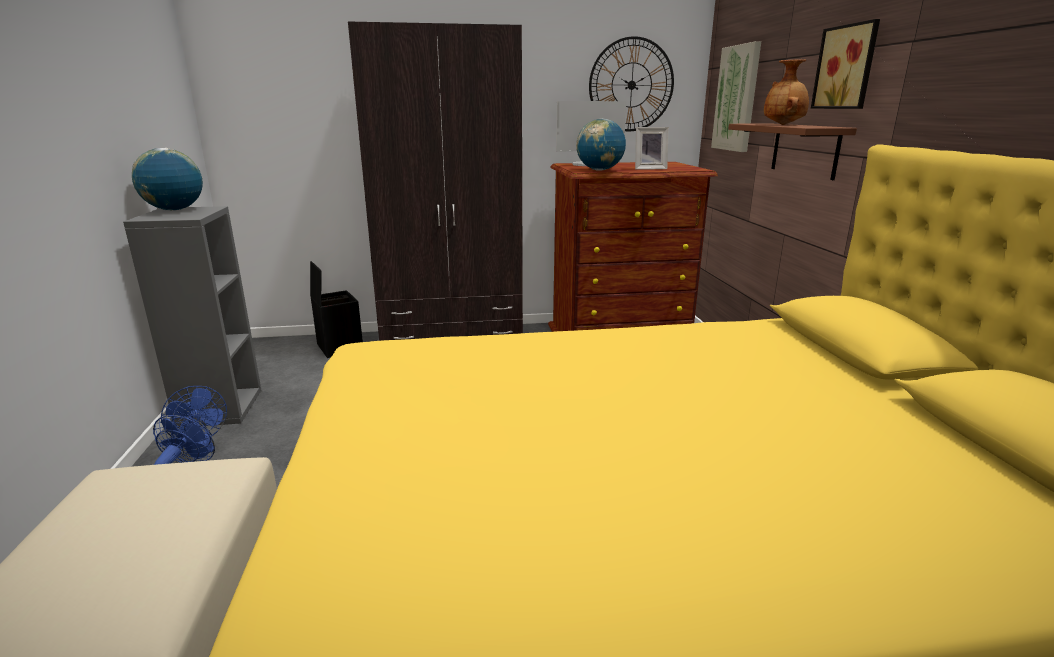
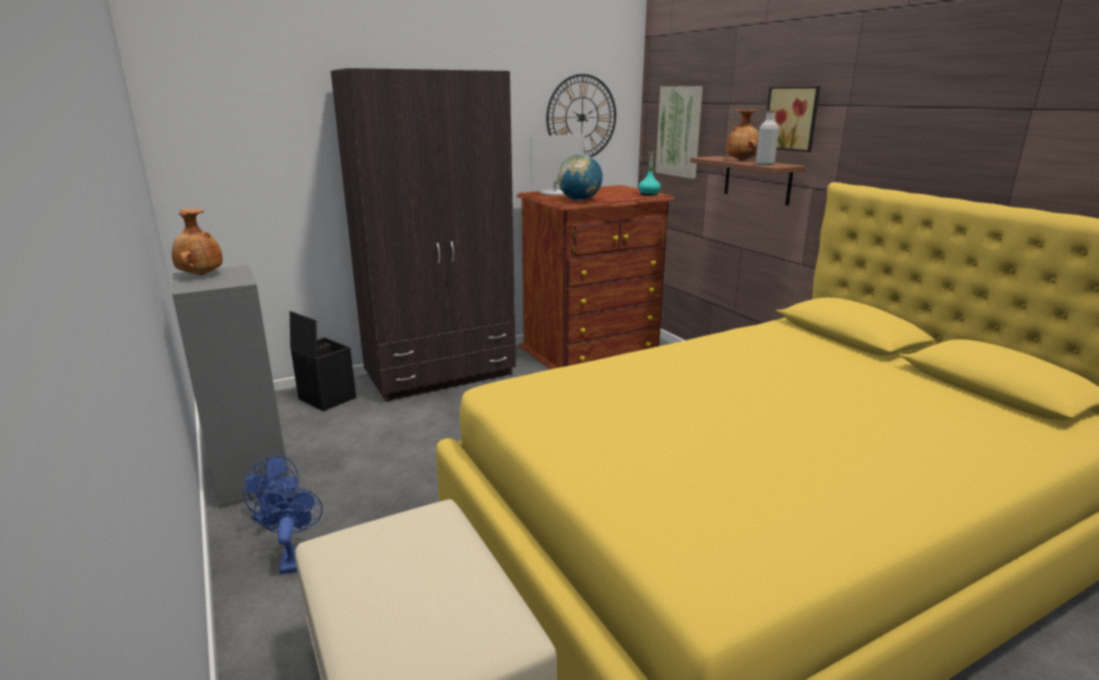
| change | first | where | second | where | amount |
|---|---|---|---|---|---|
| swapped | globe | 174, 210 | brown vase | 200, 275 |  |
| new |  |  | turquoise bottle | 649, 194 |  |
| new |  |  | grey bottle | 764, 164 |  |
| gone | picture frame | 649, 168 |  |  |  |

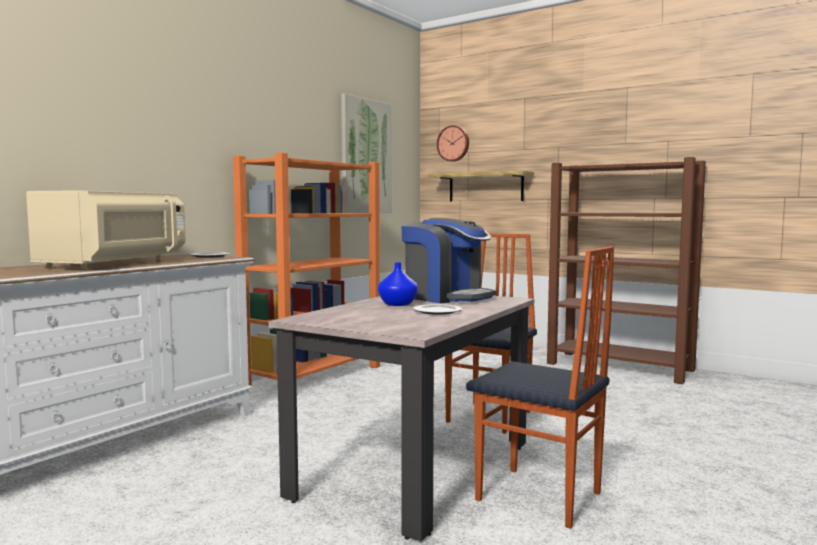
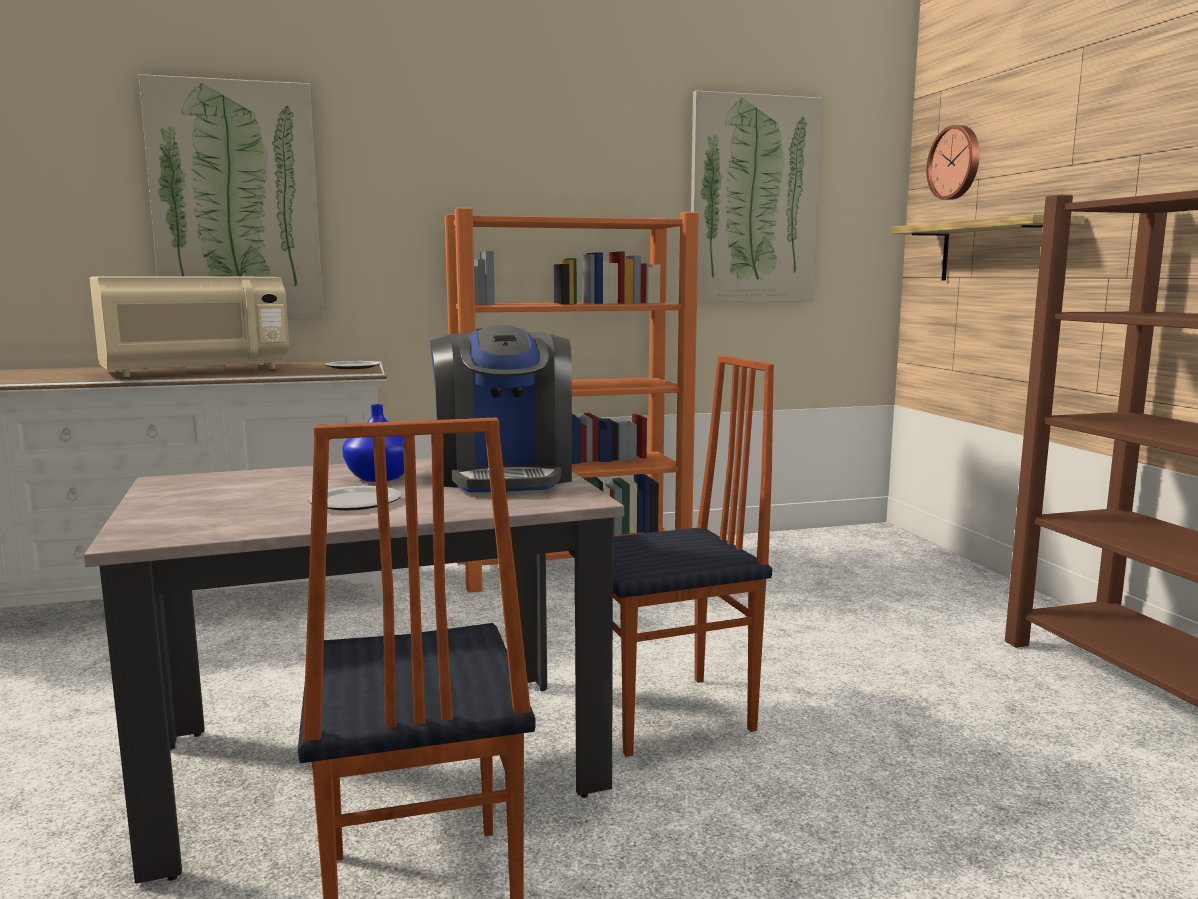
| change | first | where | second | where | amount |
|---|---|---|---|---|---|
| new |  |  | picture | 236, 203 |  |

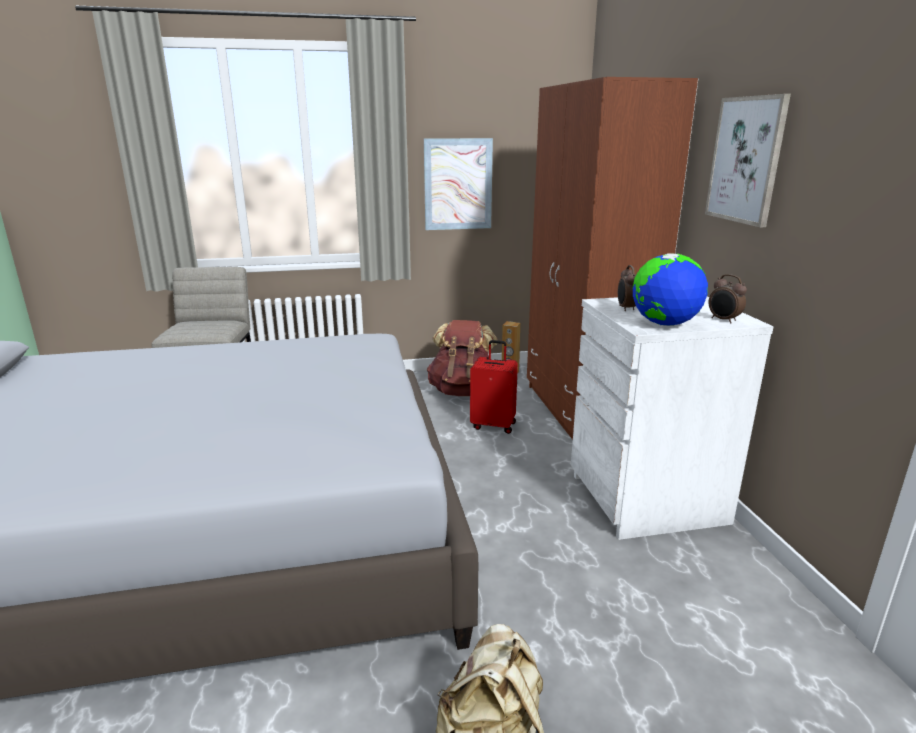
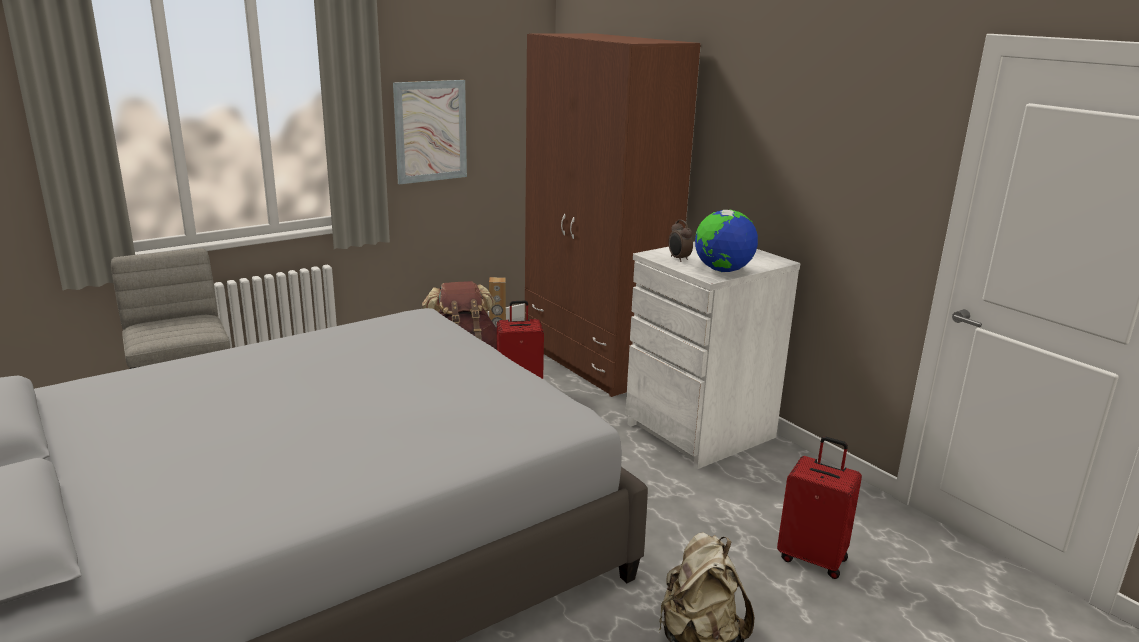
| change | first | where | second | where | amount |
|---|---|---|---|---|---|
| new |  |  | red suitcase | 812, 558 |  |
| gone | picture | 746, 160 |  |  |  |
| gone | alarm clock | 723, 320 |  |  |  |

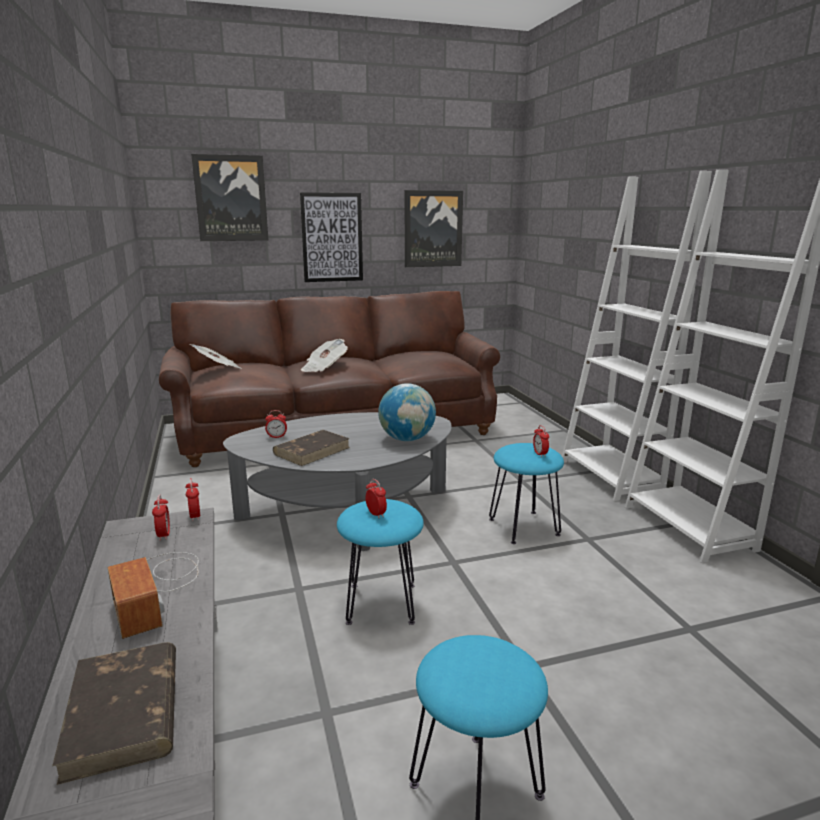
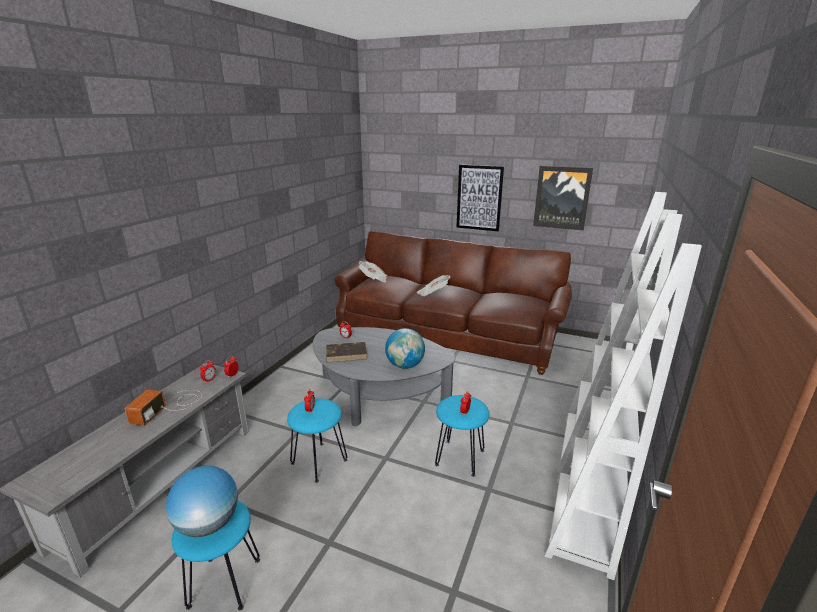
| change | first | where | second | where | amount |
|---|---|---|---|---|---|
| new |  |  | globe | 208, 524 |  |
| gone | brown book | 124, 713 |  |  |  |
| gone | picture | 231, 198 |  |  |  |

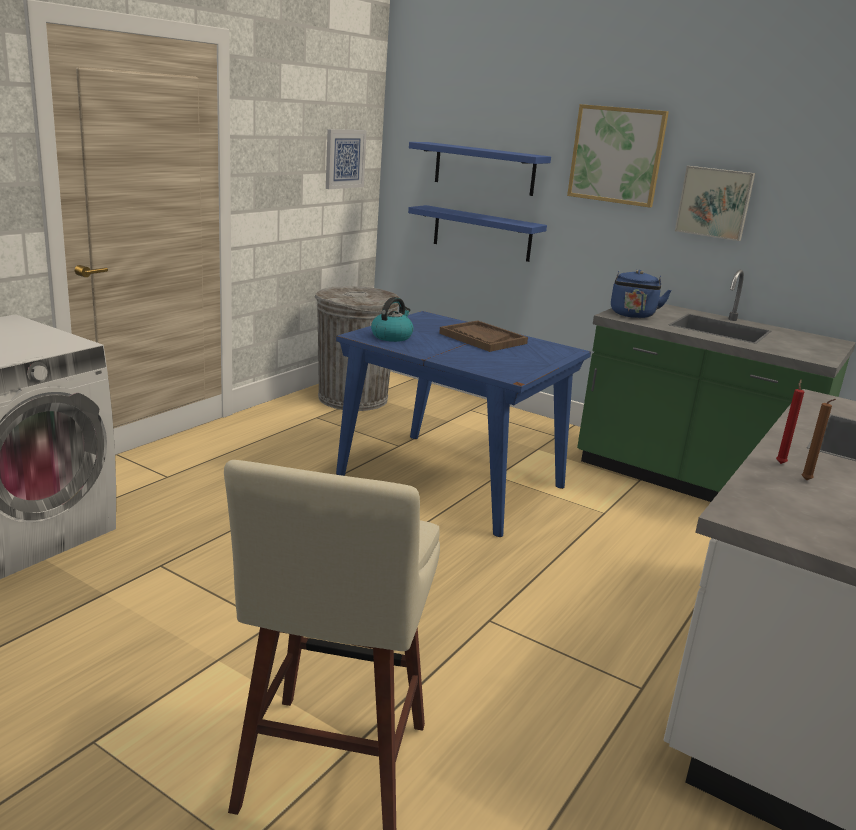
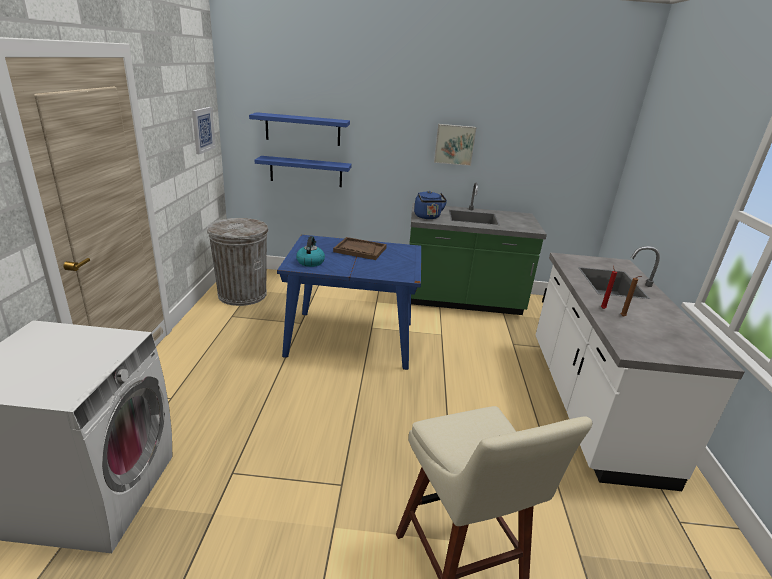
| change | first | where | second | where | amount |
|---|---|---|---|---|---|
| gone | picture | 617, 155 |  |  |  |

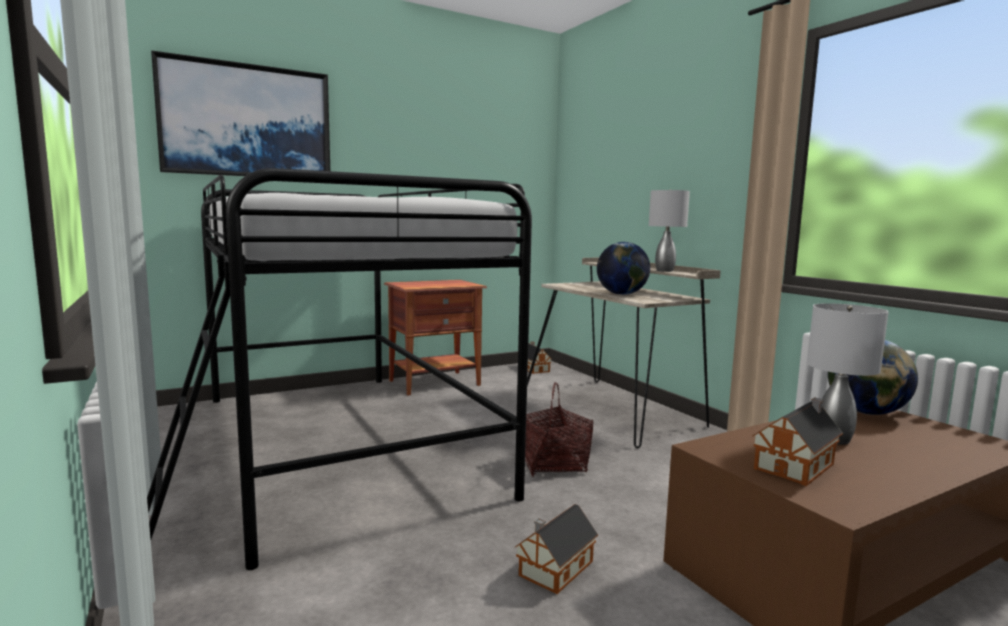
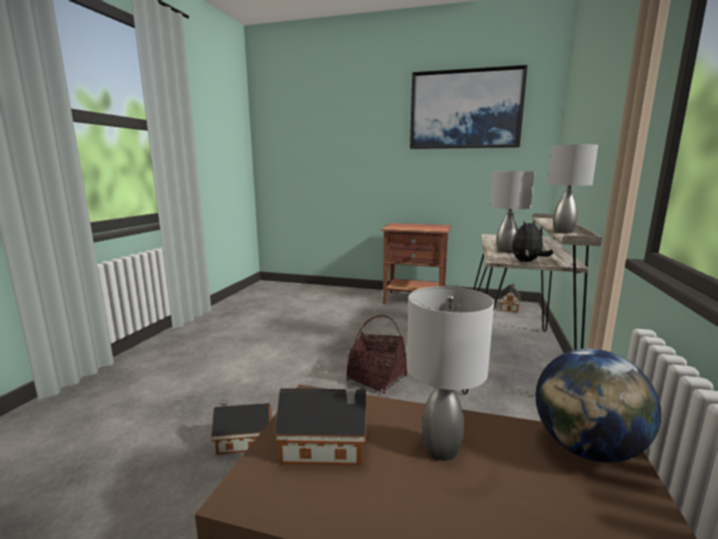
| change | first | where | second | where | amount |
|---|---|---|---|---|---|
| shifted | picture | 247, 121 |  | 465, 110 |  |
| swapped | globe | 621, 294 | grey table lamp | 506, 251 |  |
| new |  |  | plush toy | 527, 262 |  |
| gone | black bed | 335, 443 |  |  |  |

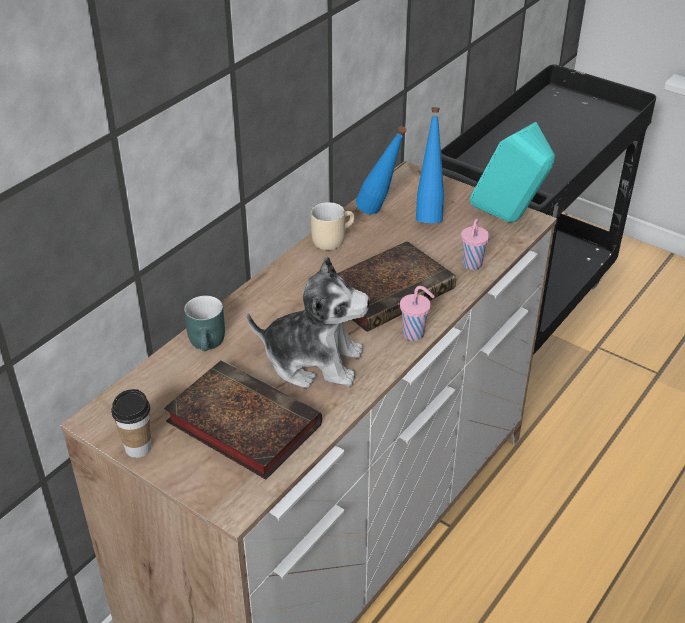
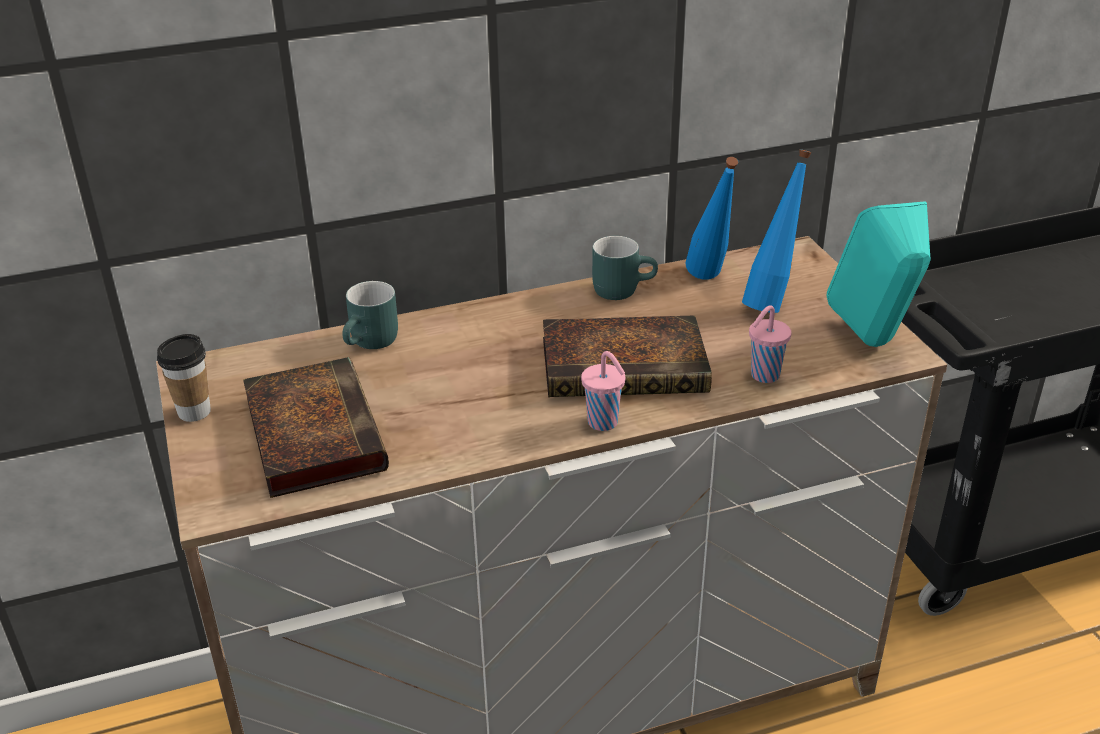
| change | first | where | second | where | amount |
|---|---|---|---|---|---|
| repainted | beige mug | 331, 239 | turquoise mug | 622, 288 |  |
| gone | plush toy | 313, 361 |  |  |  |

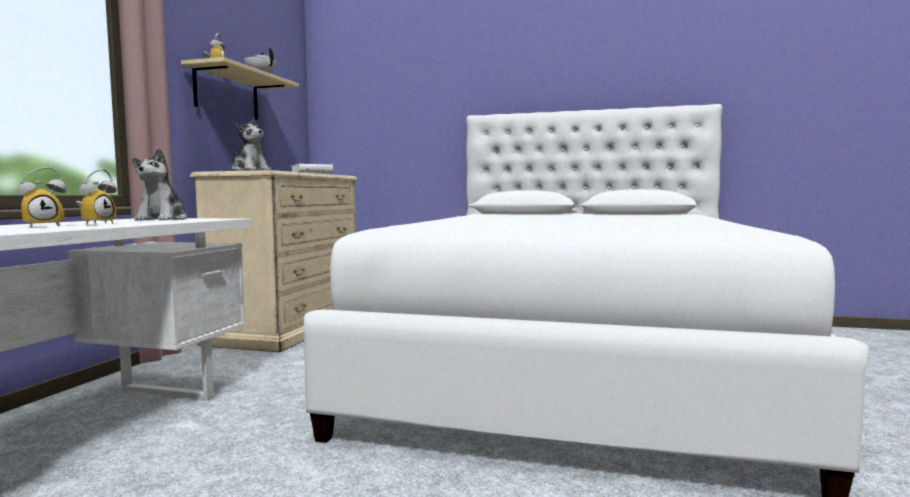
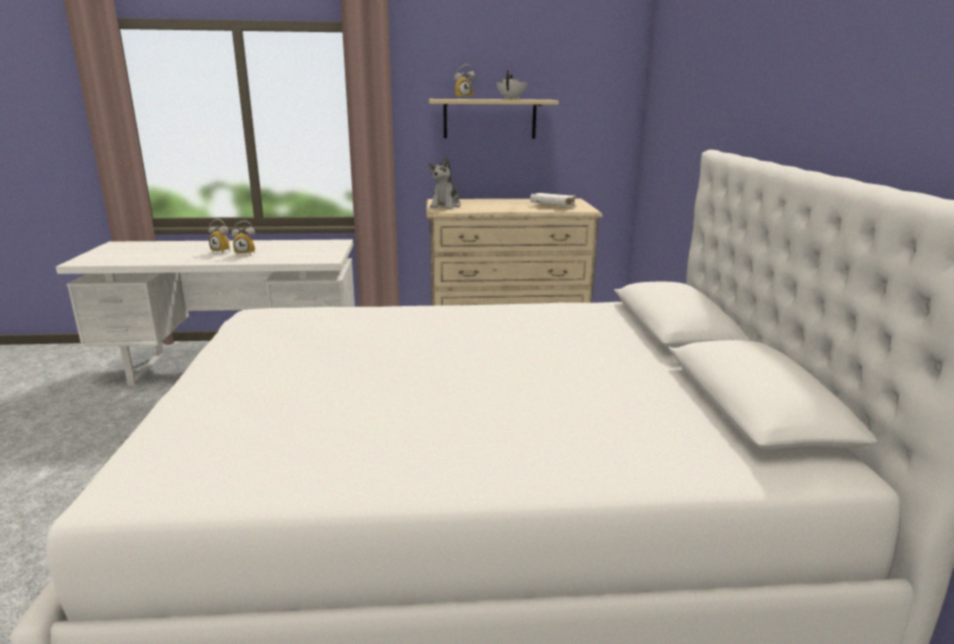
| change | first | where | second | where | amount |
|---|---|---|---|---|---|
| gone | plush toy | 162, 219 |  |  |  |

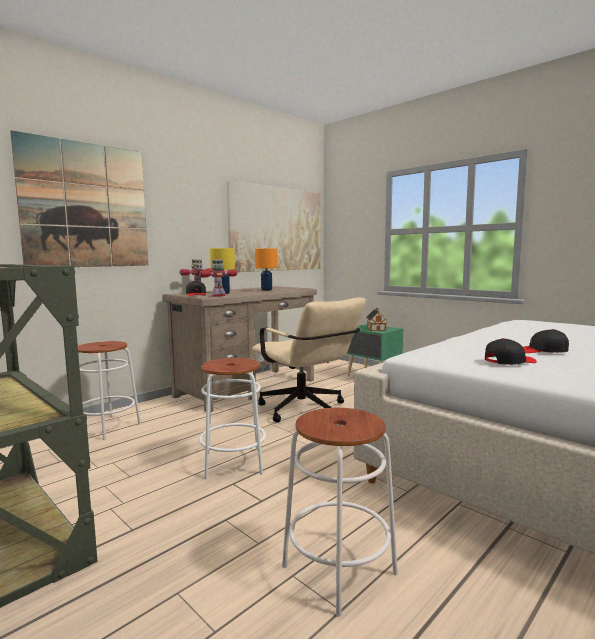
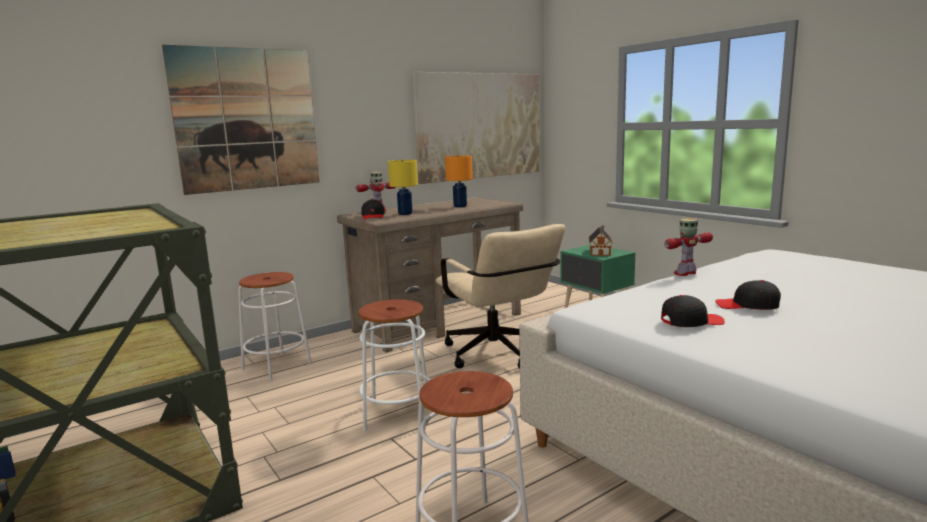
| change | first | where | second | where | amount |
|---|---|---|---|---|---|
| shifted | toy robot | 218, 296 |  | 685, 273 |  |

